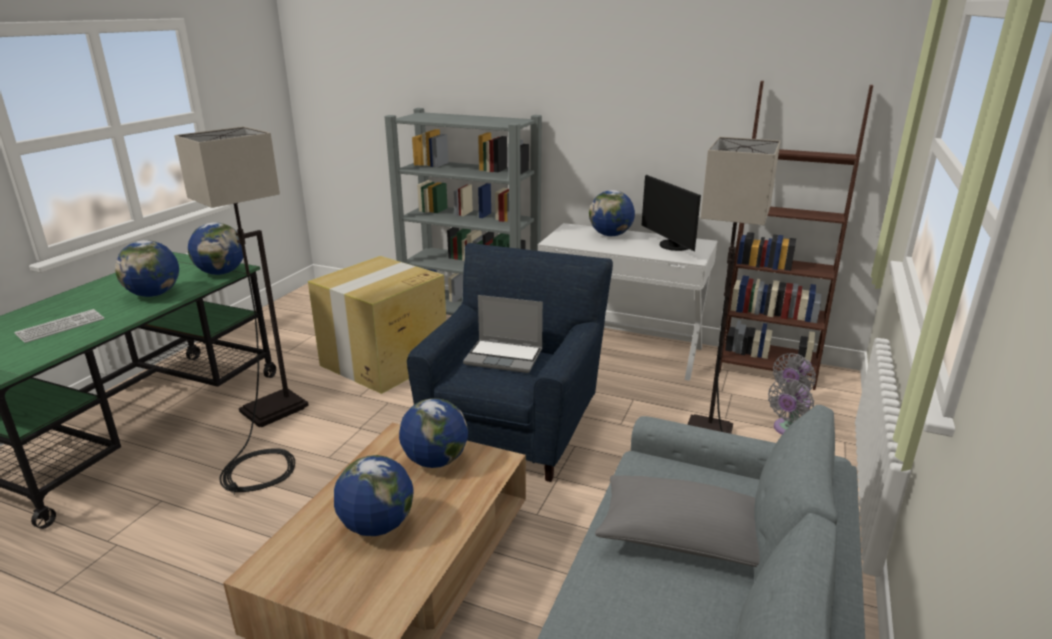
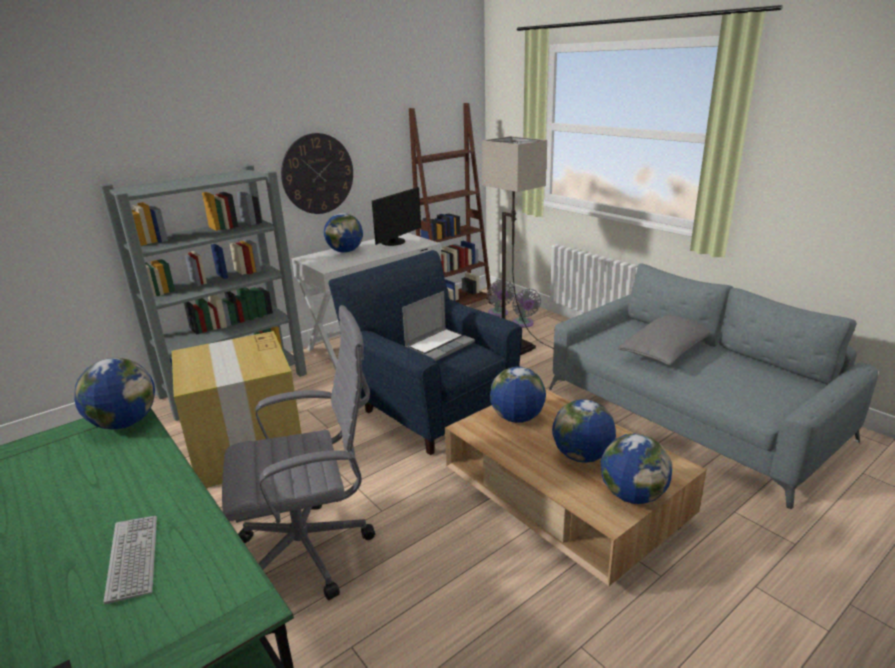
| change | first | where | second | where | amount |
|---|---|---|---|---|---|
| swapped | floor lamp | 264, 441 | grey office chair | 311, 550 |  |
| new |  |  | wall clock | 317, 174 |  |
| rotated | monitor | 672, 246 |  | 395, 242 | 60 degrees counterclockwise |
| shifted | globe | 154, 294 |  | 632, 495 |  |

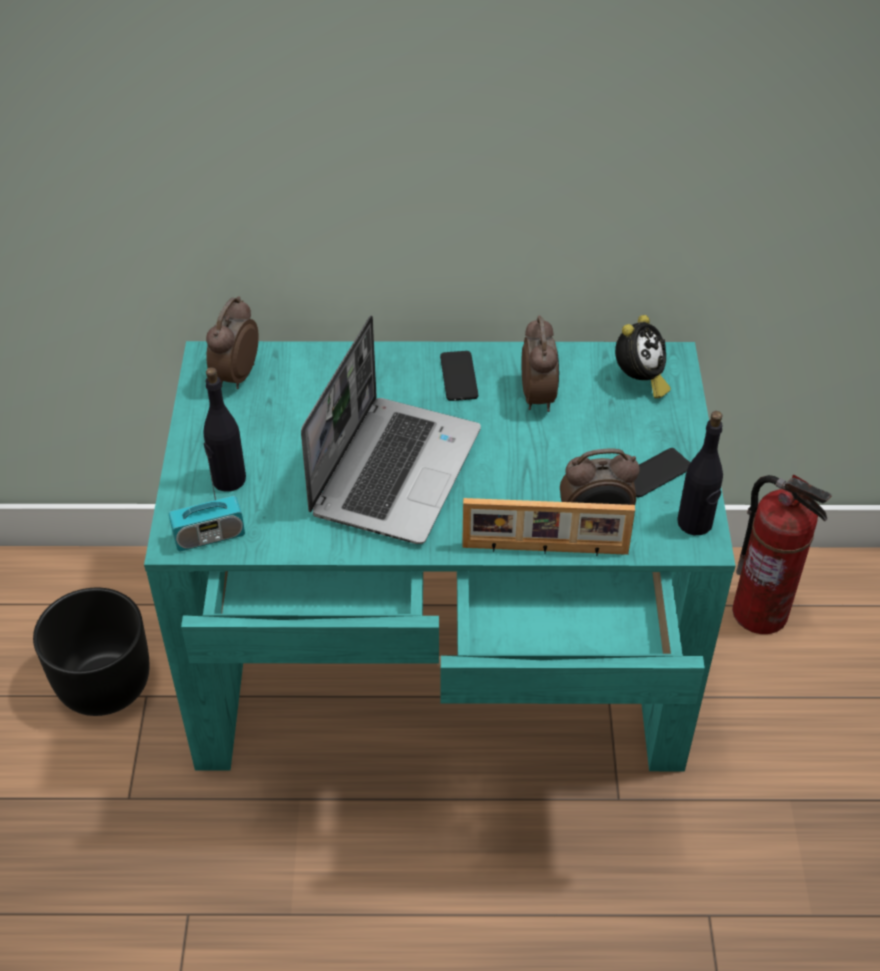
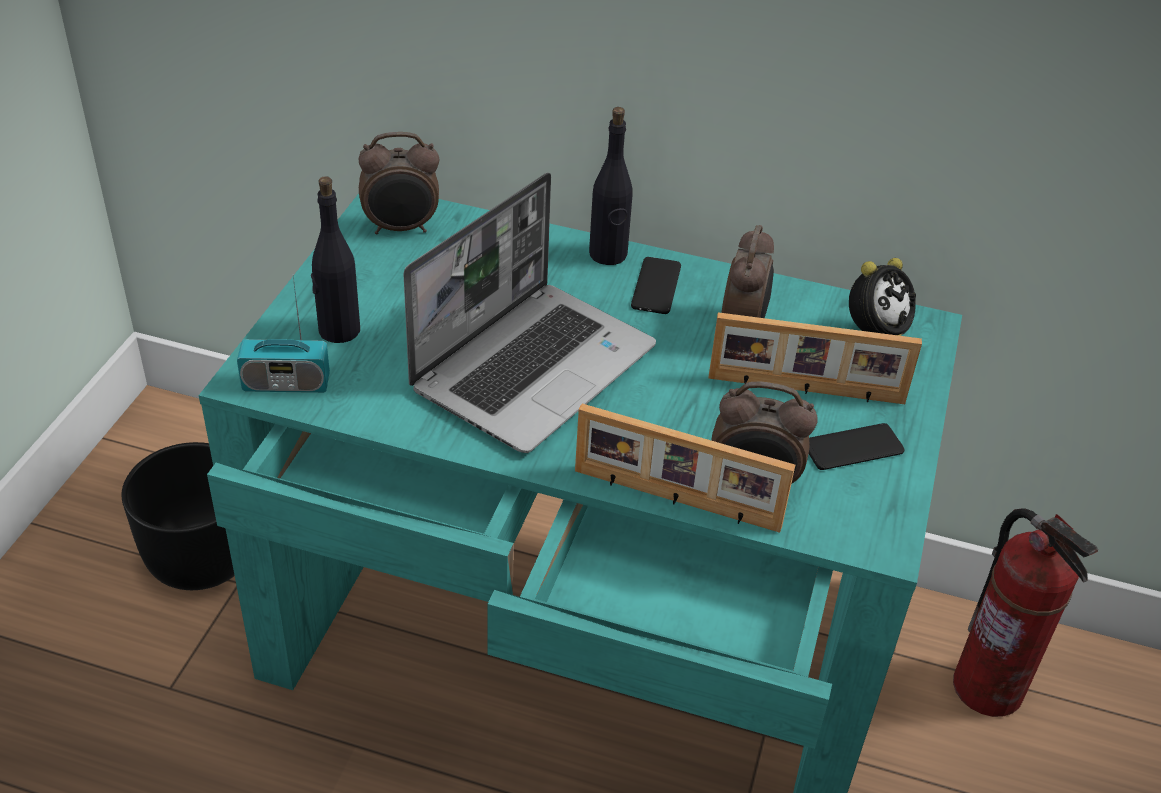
| change | first | where | second | where | amount |
|---|---|---|---|---|---|
| rotated | alarm clock | 235, 376 |  | 401, 228 | 135 degrees counterclockwise |
| shifted | black bottle | 695, 523 |  | 608, 254 |  |
| new |  |  | picture frame | 806, 390 |  |

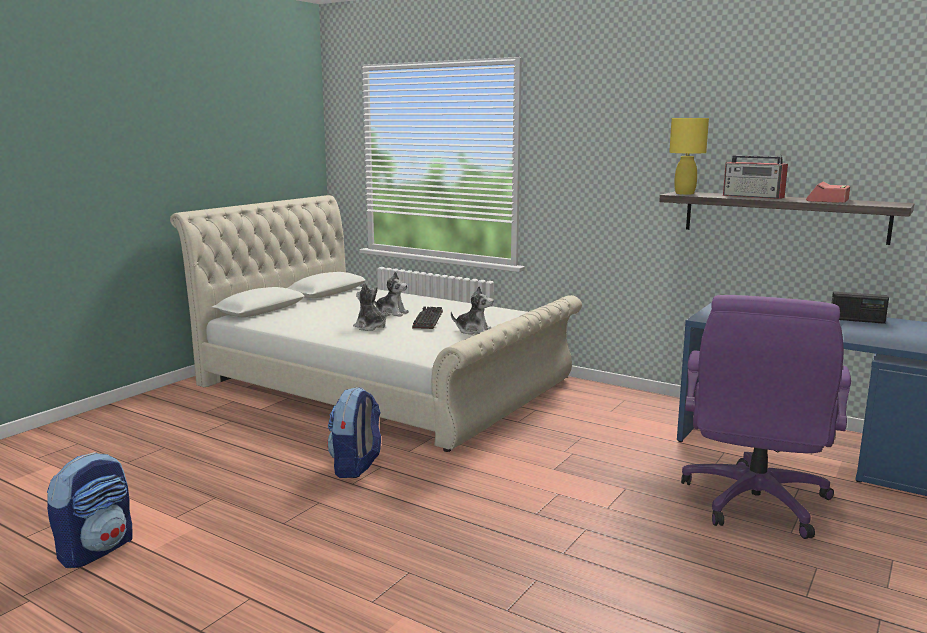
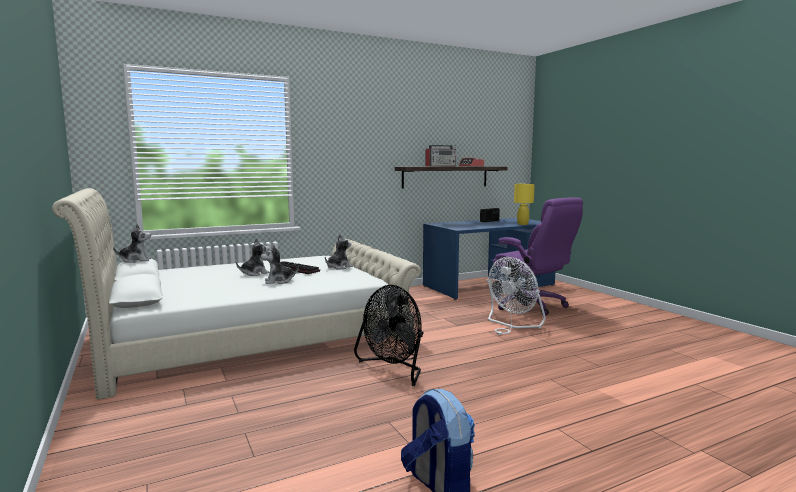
| change | first | where | second | where | amount |
|---|---|---|---|---|---|
| new |  |  | plush toy | 135, 260 |  |
| swapped | backpack | 356, 467 | black fan | 395, 367 |  |
| new |  |  | white fan | 508, 323 |  |
| shifted | yellow table lamp | 684, 193 |  | 523, 224 |  |

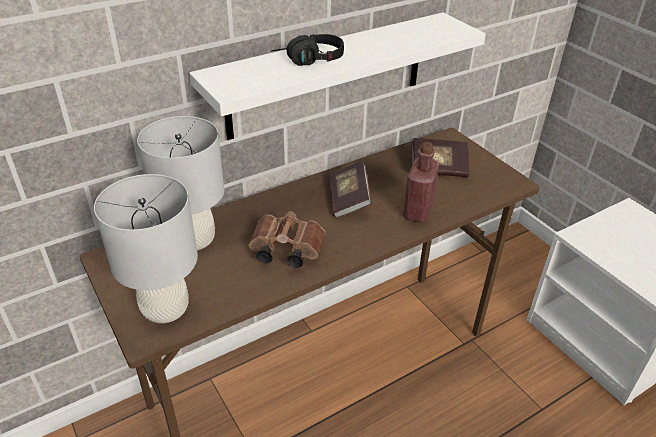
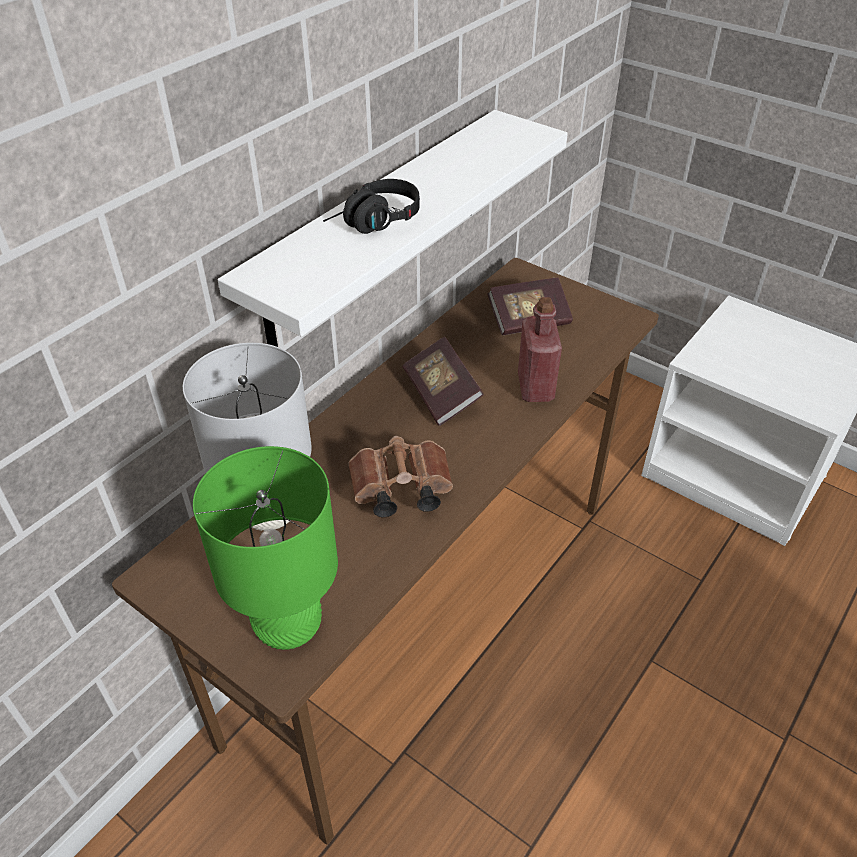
| change | first | where | second | where | amount |
|---|---|---|---|---|---|
| repainted | grey table lamp | 165, 313 | green table lamp | 289, 630 |  |

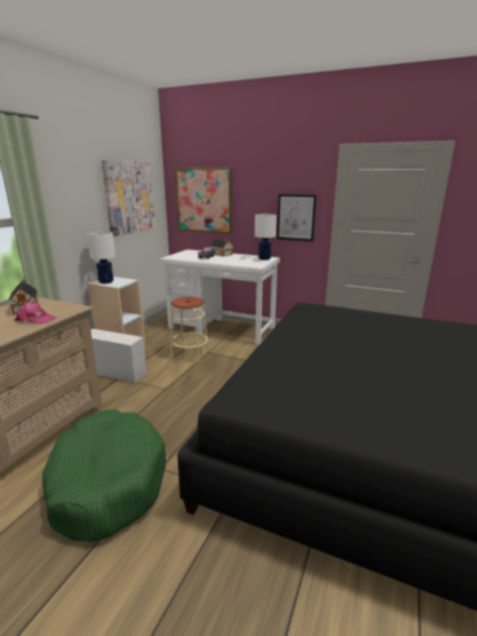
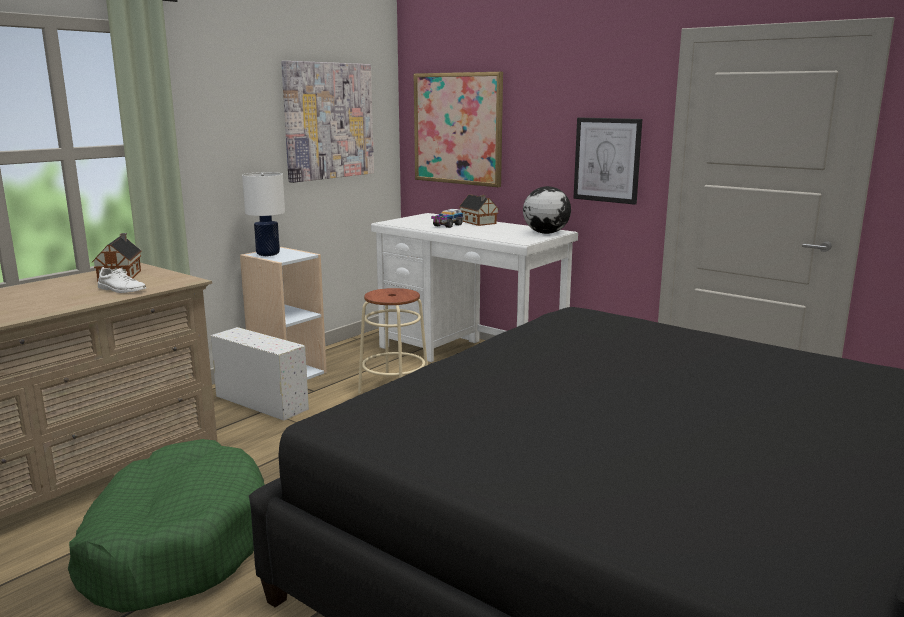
| change | first | where | second | where | amount |
|---|---|---|---|---|---|
| swapped | pink cap | 35, 319 | white shoe | 121, 289 |  |
| swapped | white table lamp | 264, 259 | globe | 545, 233 |  |

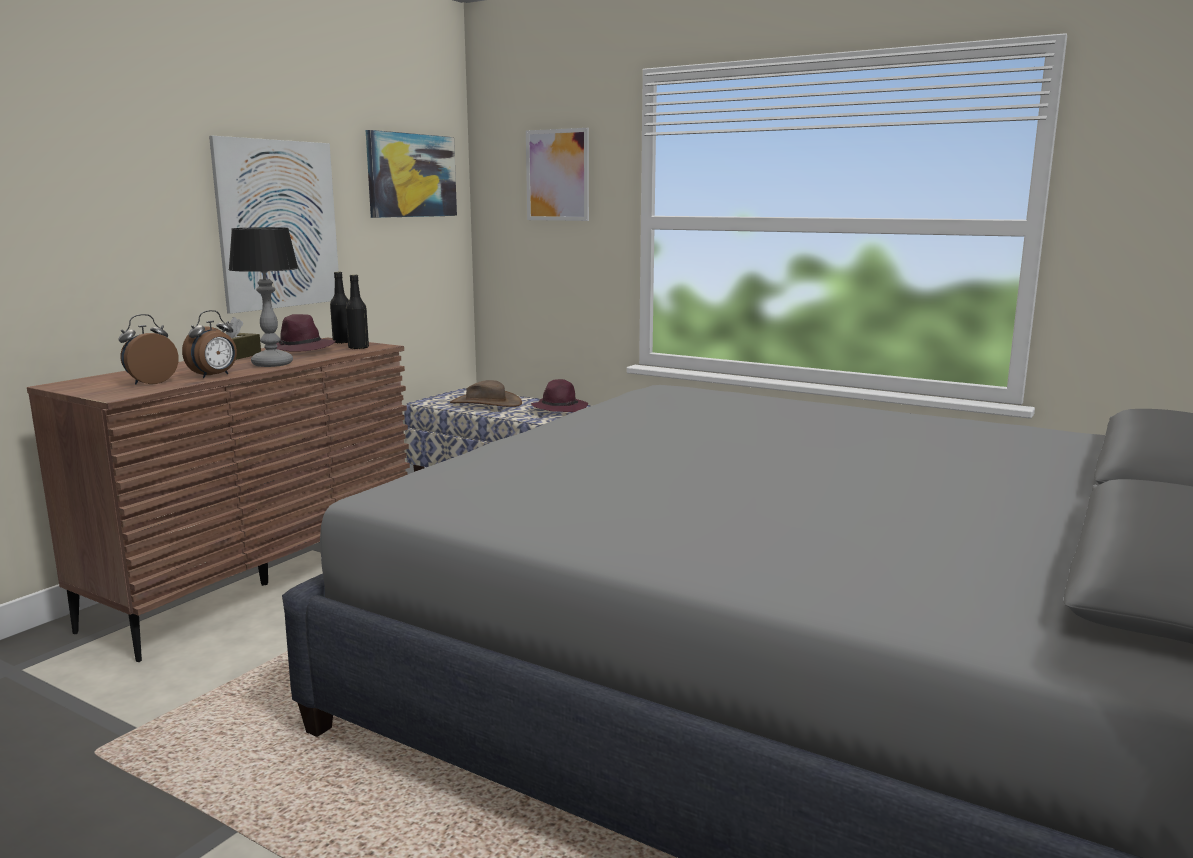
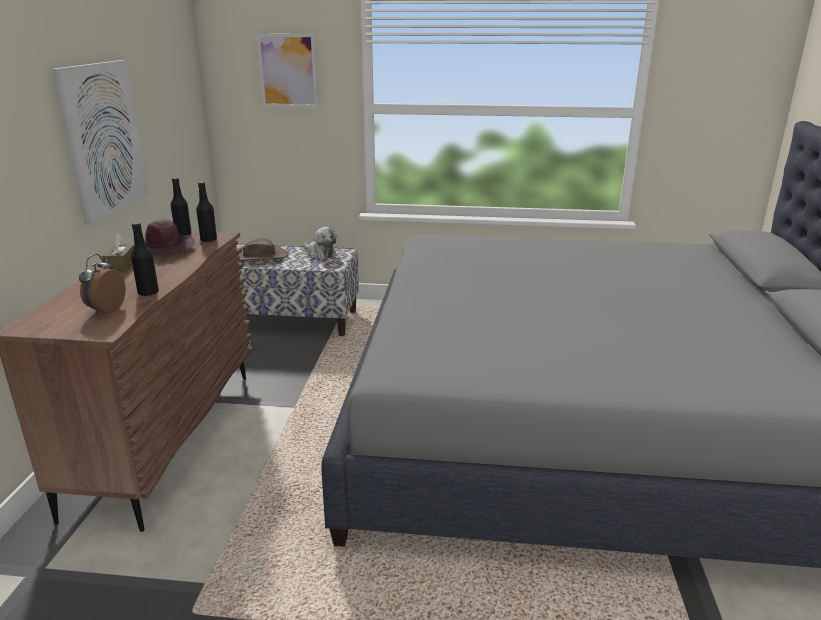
| change | first | where | second | where | amount |
|---|---|---|---|---|---|
| swapped | alarm clock | 214, 376 | black bottle | 148, 292 |  |
| swapped | purple hat | 559, 408 | plush toy | 320, 254 |  |
| gone | table lamp | 273, 364 |  |  |  |
| gone | picture | 411, 175 |  |  |  |

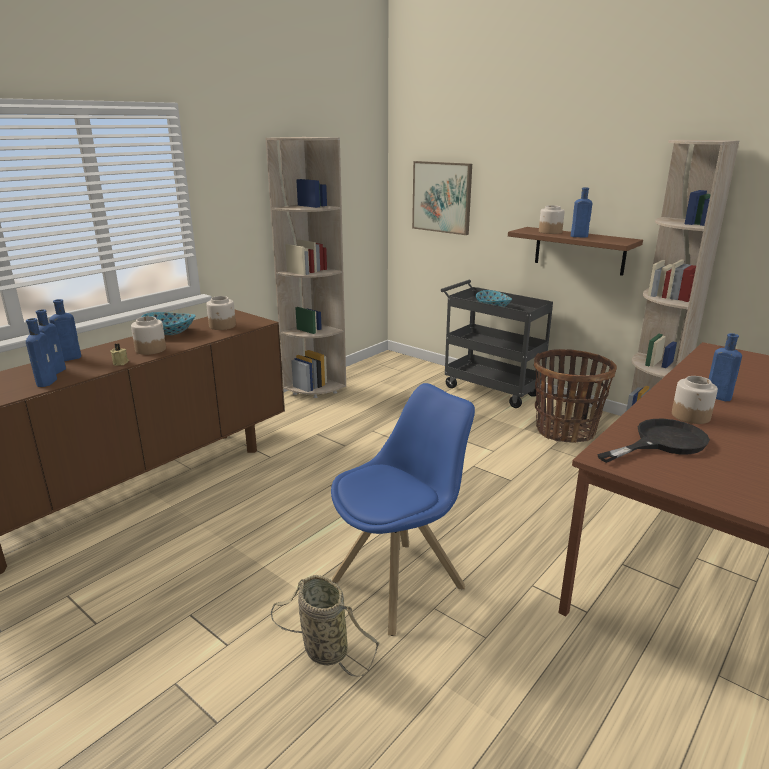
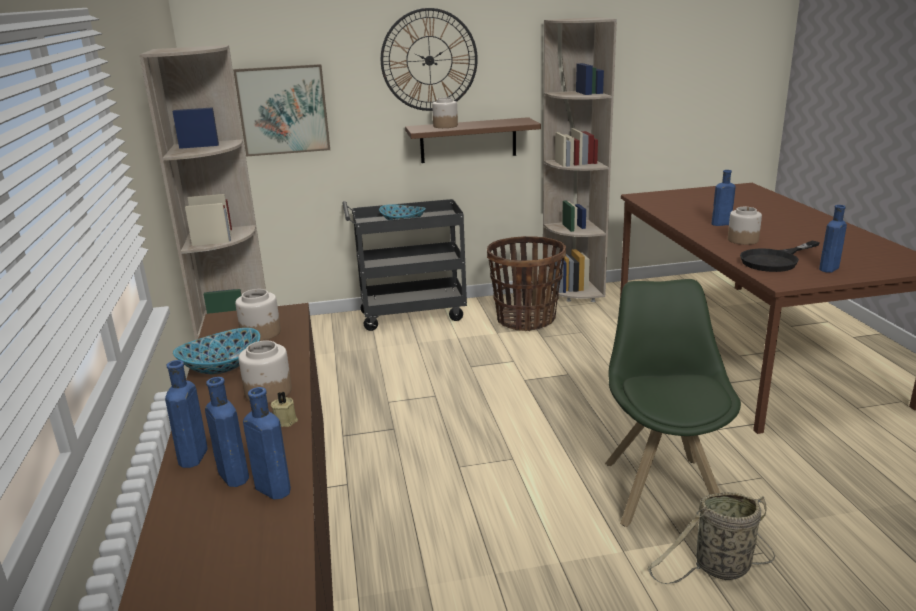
| change | first | where | second | where | amount |
|---|---|---|---|---|---|
| new |  |  | wall clock | 429, 60 |  |
| repainted | blue chair | 399, 584 | green chair | 662, 490 |  |
| rotated | black frying pan | 661, 442 |  | 775, 260 | 135 degrees counterclockwise |
| shifted | blue bottle | 577, 236 |  | 828, 269 |  |

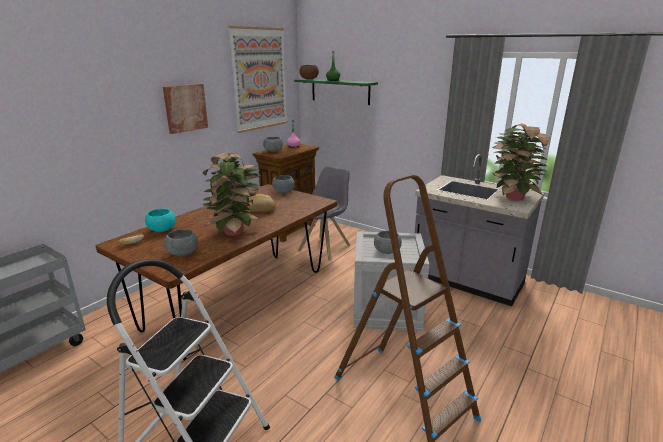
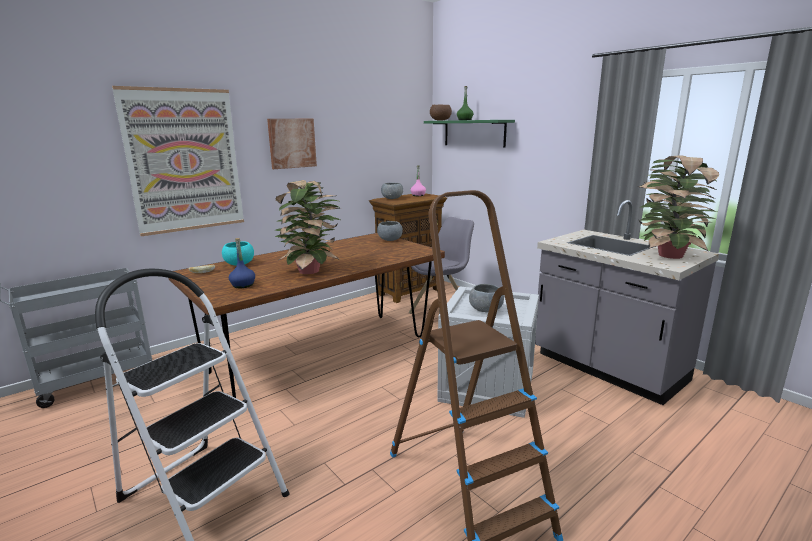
| change | first | where | second | where | amount |
|---|---|---|---|---|---|
| shifted | picture | 260, 79 |  | 184, 161 |  |
| swapped | grey bowl | 183, 253 | blue bottle | 243, 285 |  |
| gone | bread | 259, 211 |  |  |  |

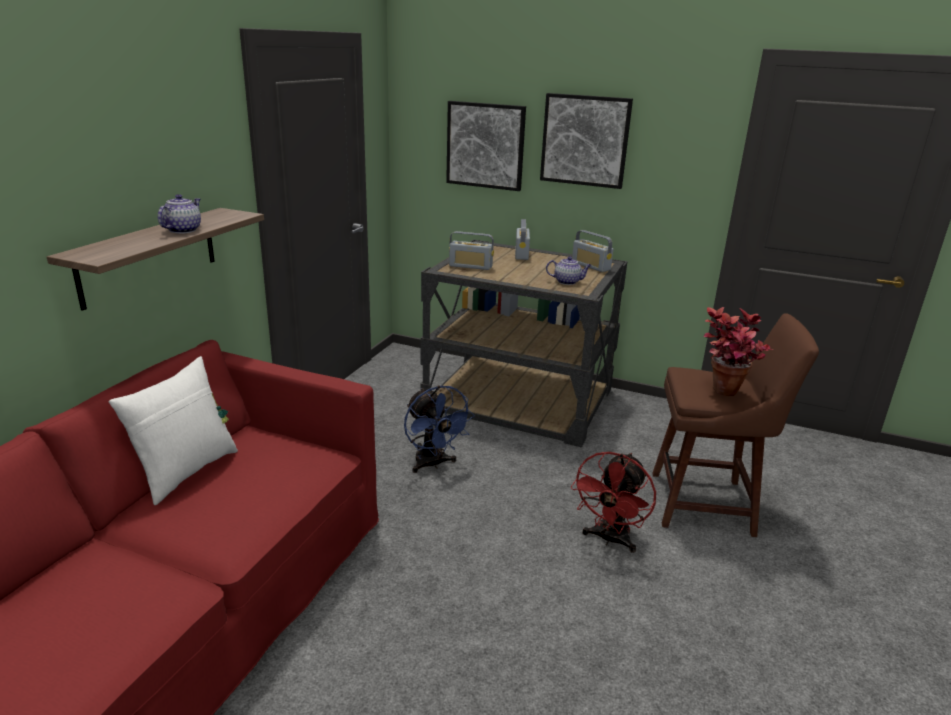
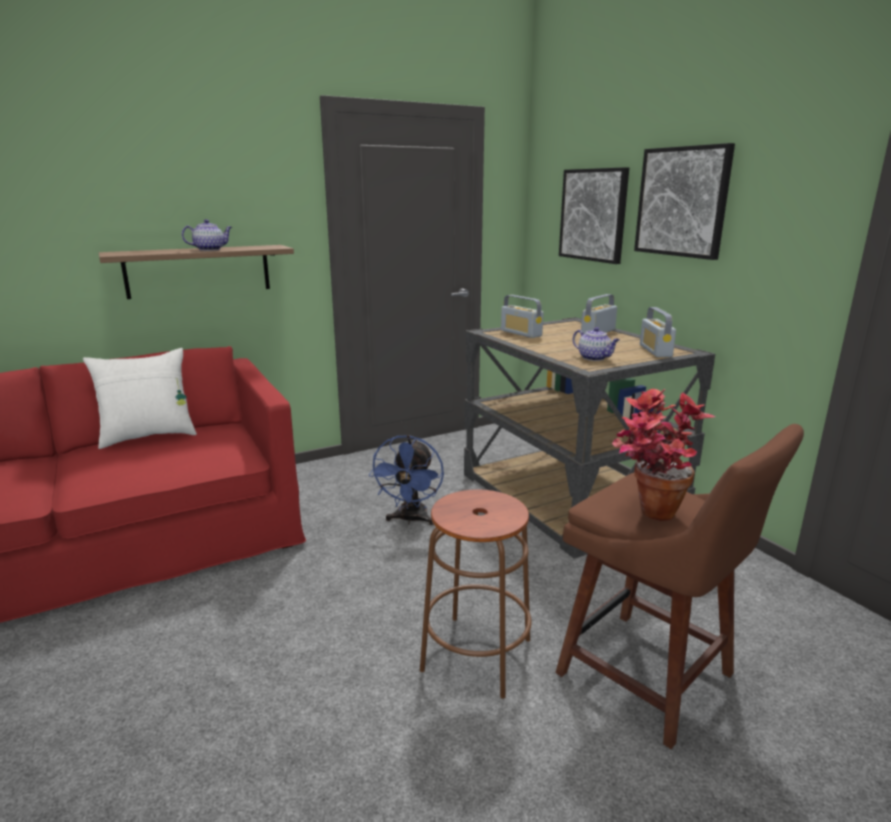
| change | first | where | second | where | amount |
|---|---|---|---|---|---|
| swapped | red fan | 609, 539 | brown stool | 476, 654 |  |

